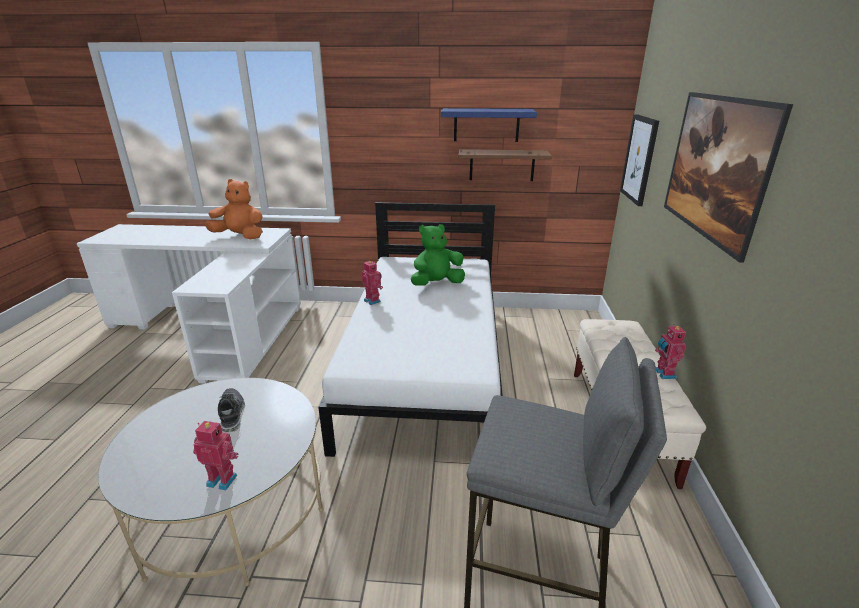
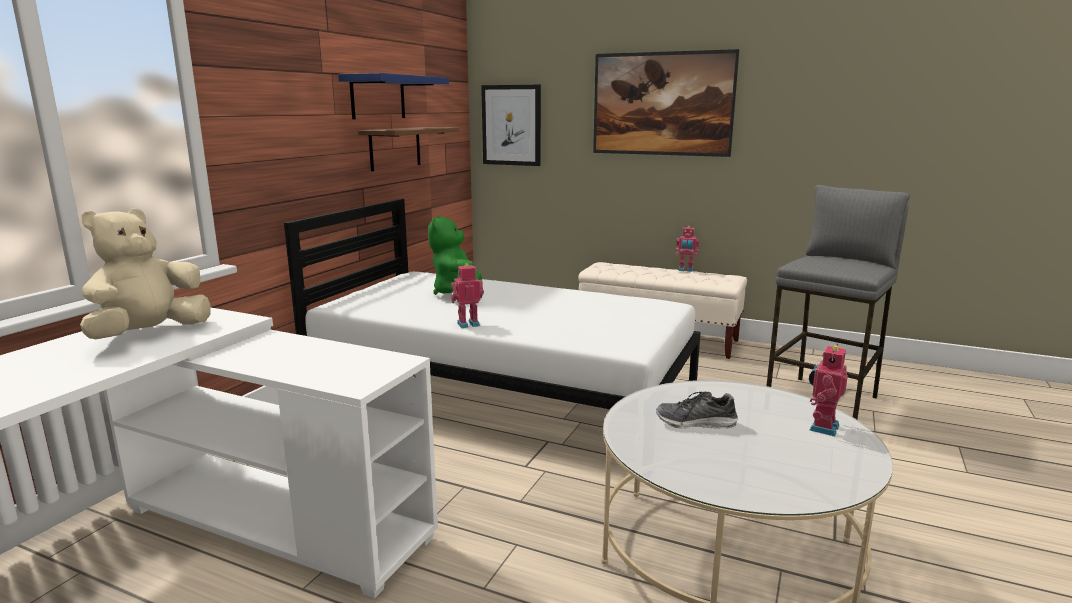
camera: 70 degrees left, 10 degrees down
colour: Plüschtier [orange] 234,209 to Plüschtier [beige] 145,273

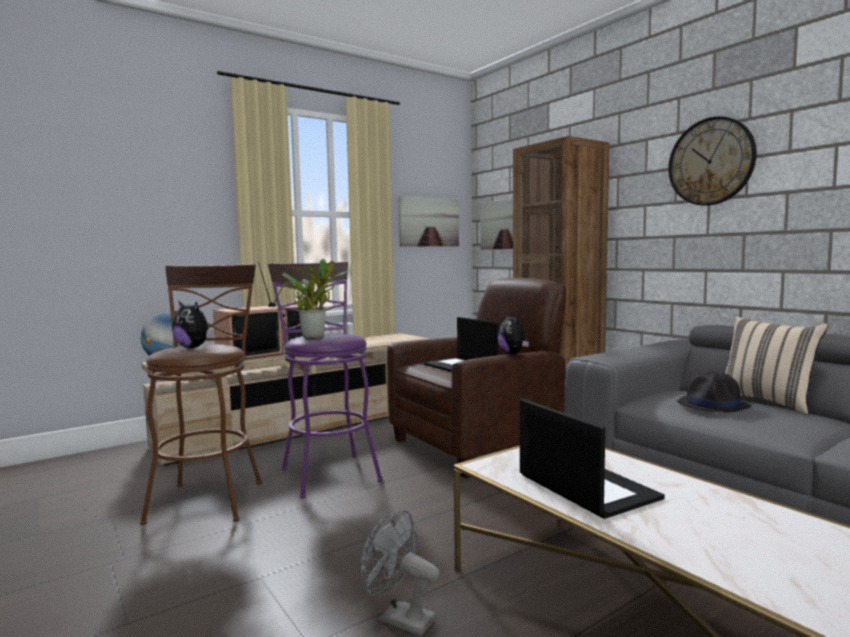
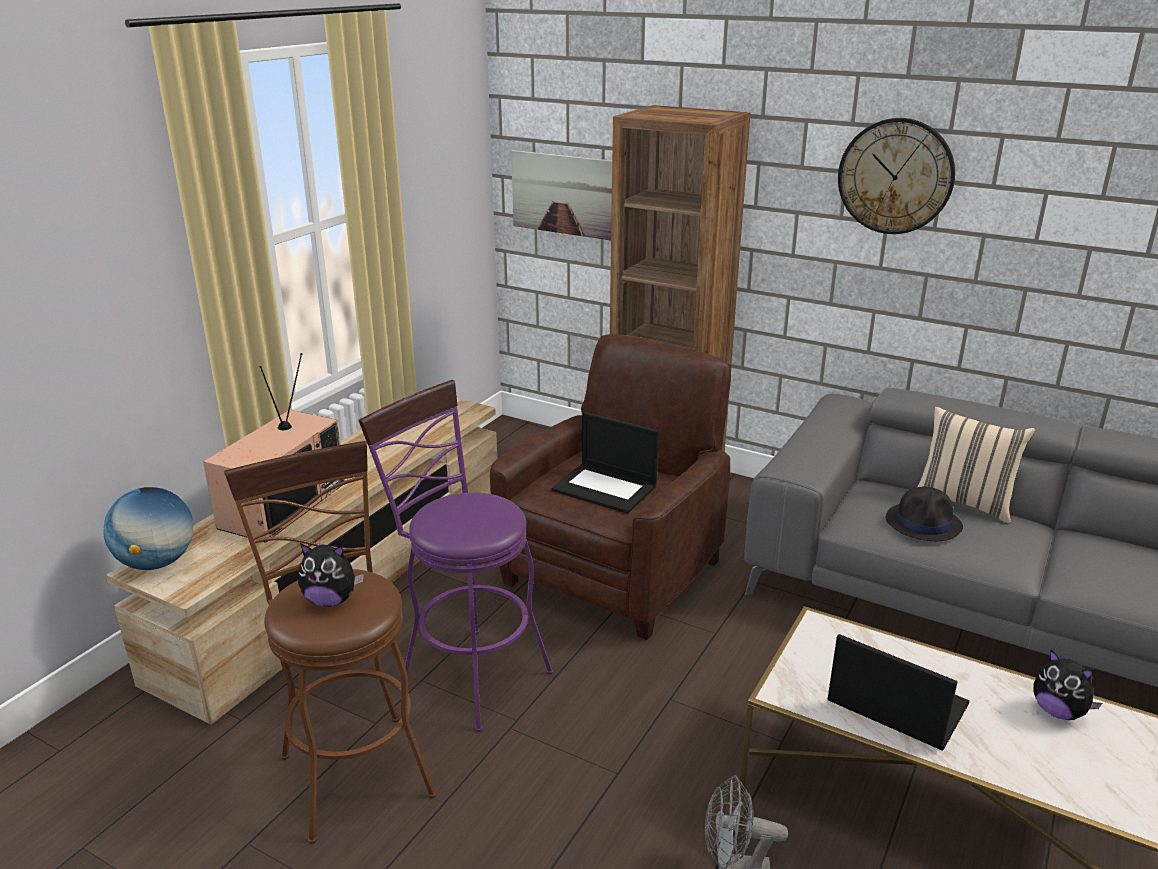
camera: 25 degrees left, 20 degrees up
missing: Topfpflanze 315,299; Bild 429,221
relocated: Plüschtier 513,334 to 1068,685

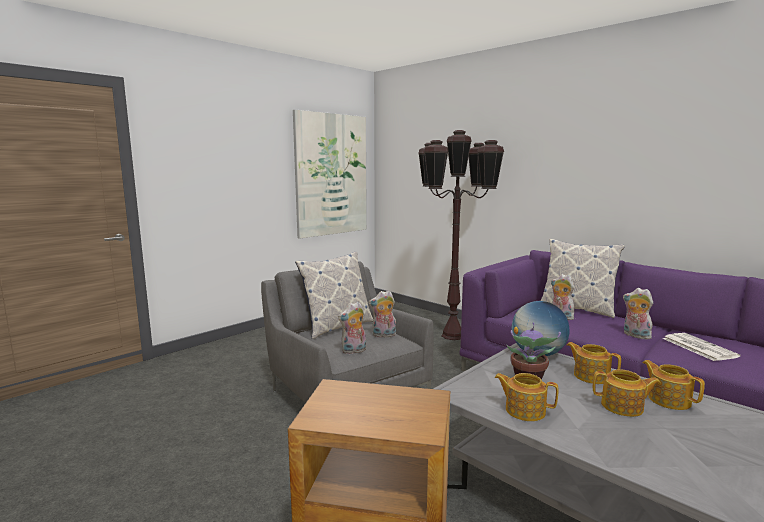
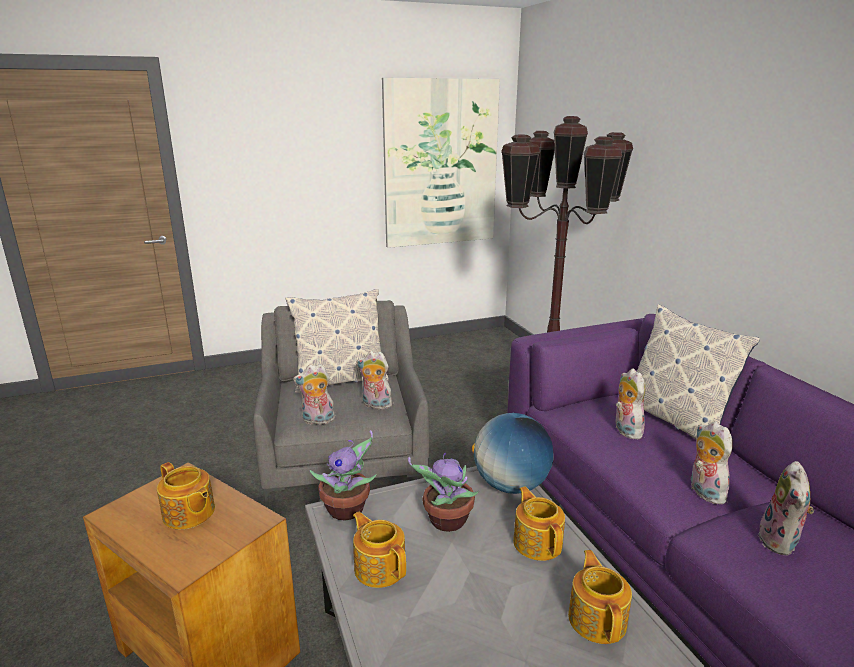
camera: 25 degrees right, 10 degrees up
appeared: Topfpflanze 343,475
relocated: Teekanne 627,393 to 186,496
exchanged: Zeitung 701,347 to Plüschtier 786,508

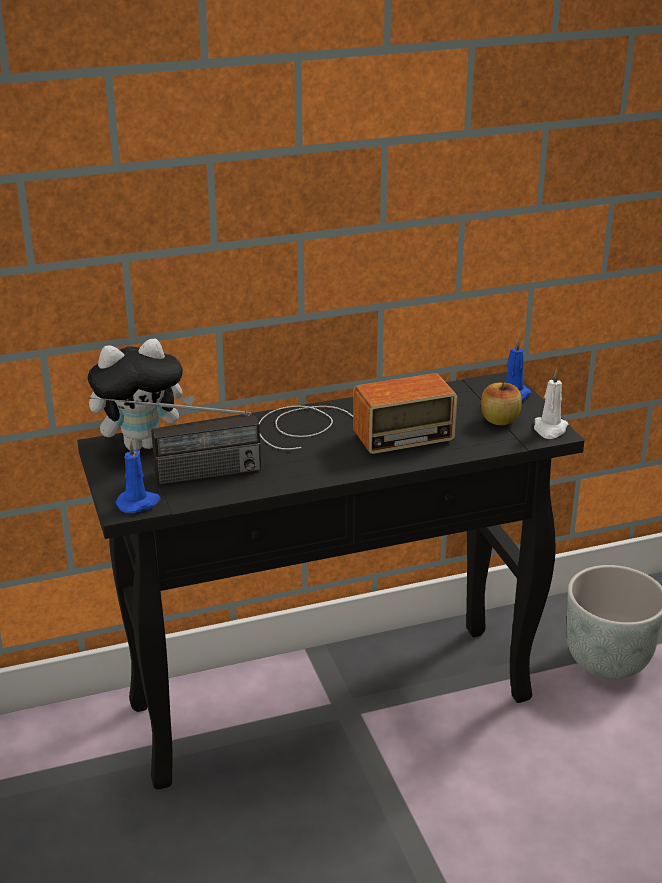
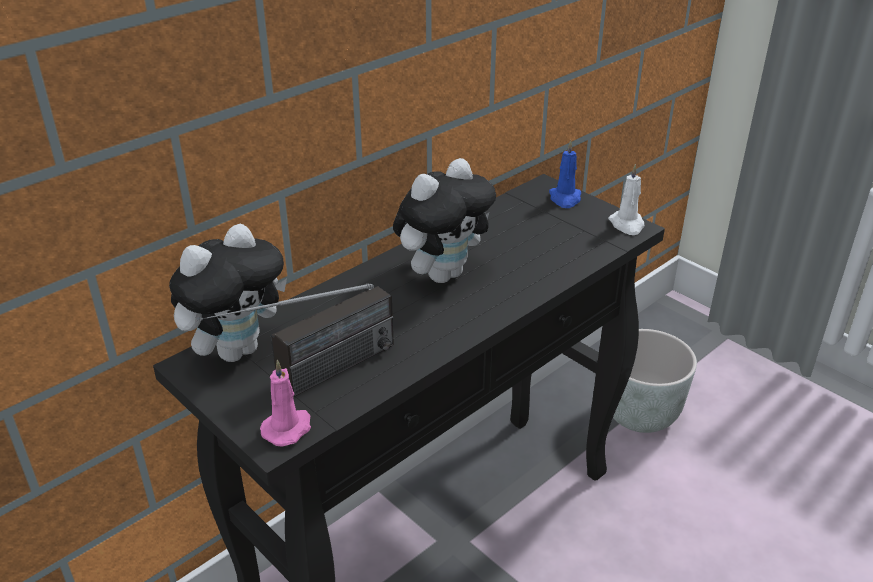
camera: 25 degrees left, 5 degrees up
missing: Apfel 501,402
exchanged: Radio 358,413 to Plüschtier 444,220
colour: Kerze [blau] 138,476 to Kerze [rosa] 285,403

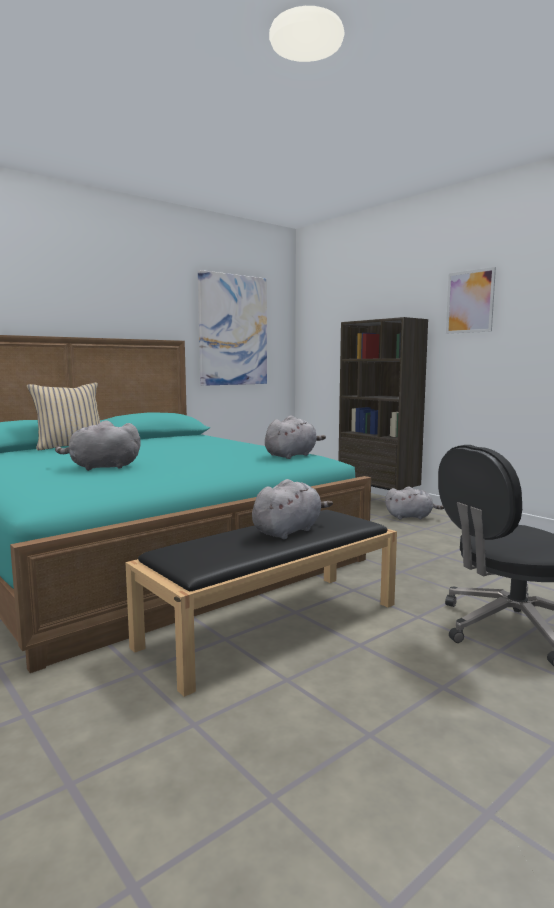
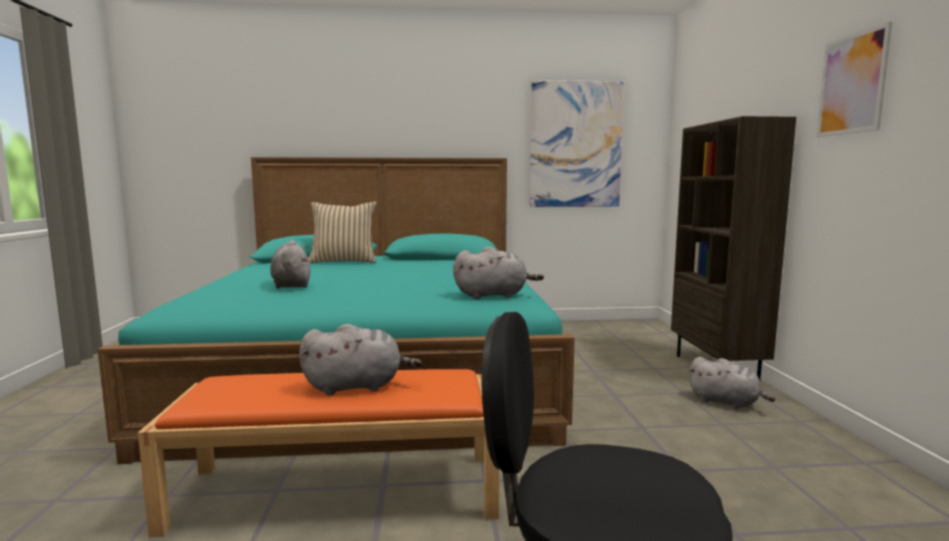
camera: 35 degrees right, 0 degrees up
colour: Bank [schwarz] 261,603 to Bank [orange] 318,453
spun: Plüschtier [grau] 97,445 = 290,264 45 degrees clockwise

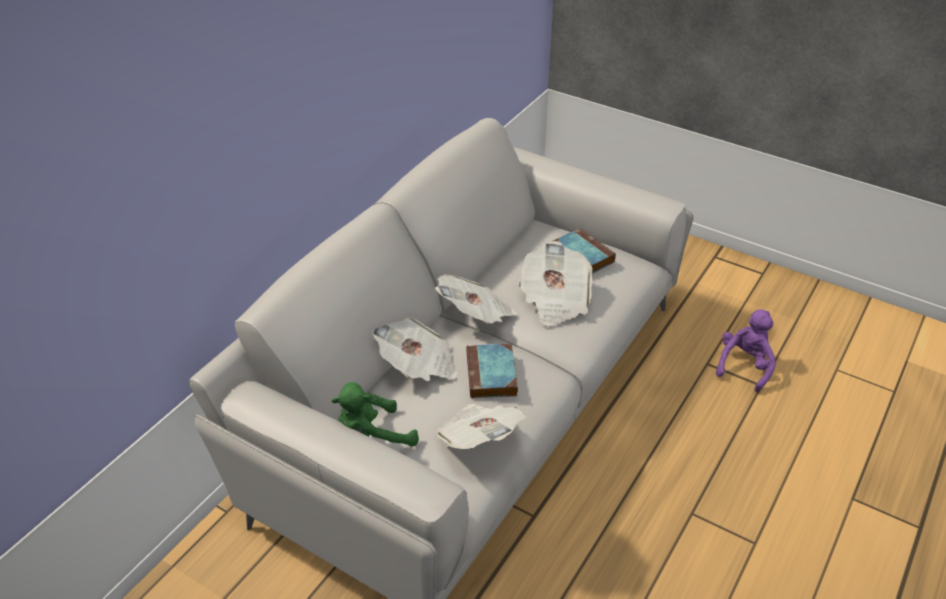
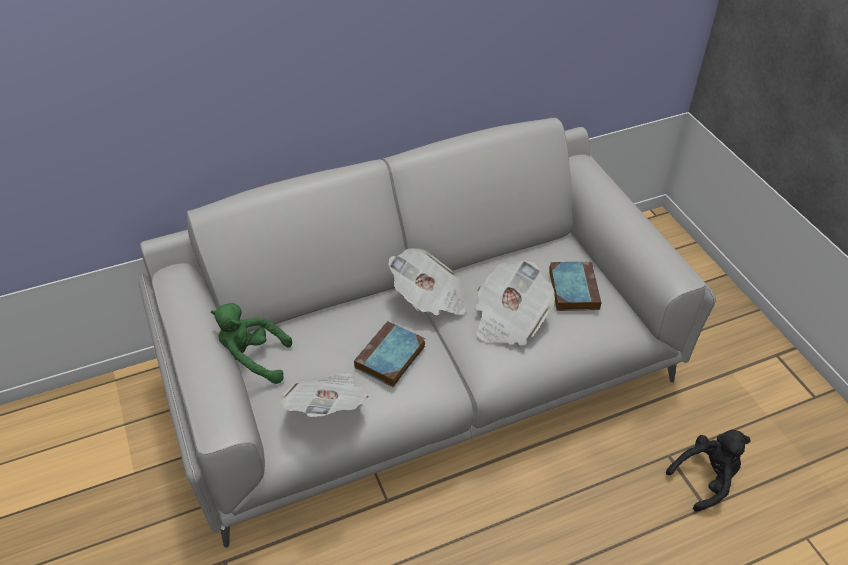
camera: 35 degrees right, 5 degrees up
missing: Zeitung 414,349
colour: Plüschtier [lila] 746,350 to Plüschtier [schwarz] 708,471

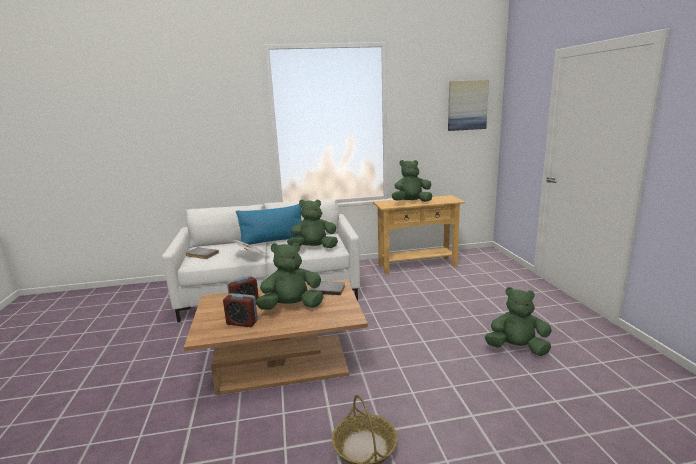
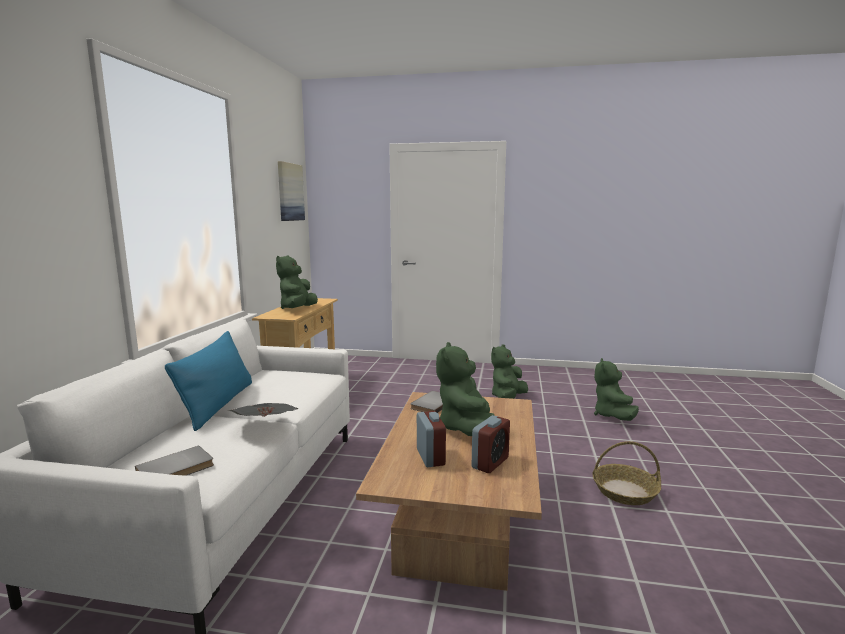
camera: 70 degrees left, 5 degrees down
relocated: Plüschtier [grün] 312,223 to 616,389

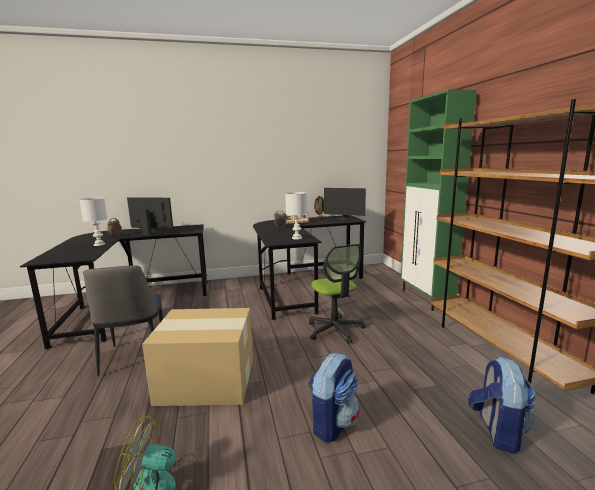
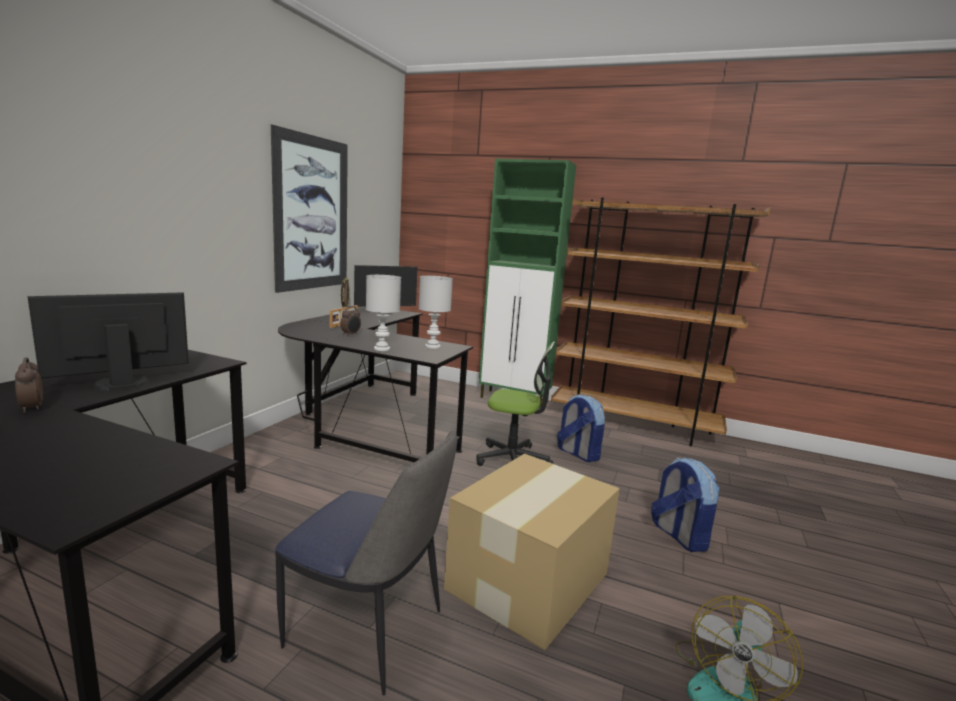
camera: 55 degrees left, 0 degrees up
appeared: Bild 309,209
relocated: Tischlampe [weiß] 93,221 to 383,313; Rucksack 502,405 to 581,428

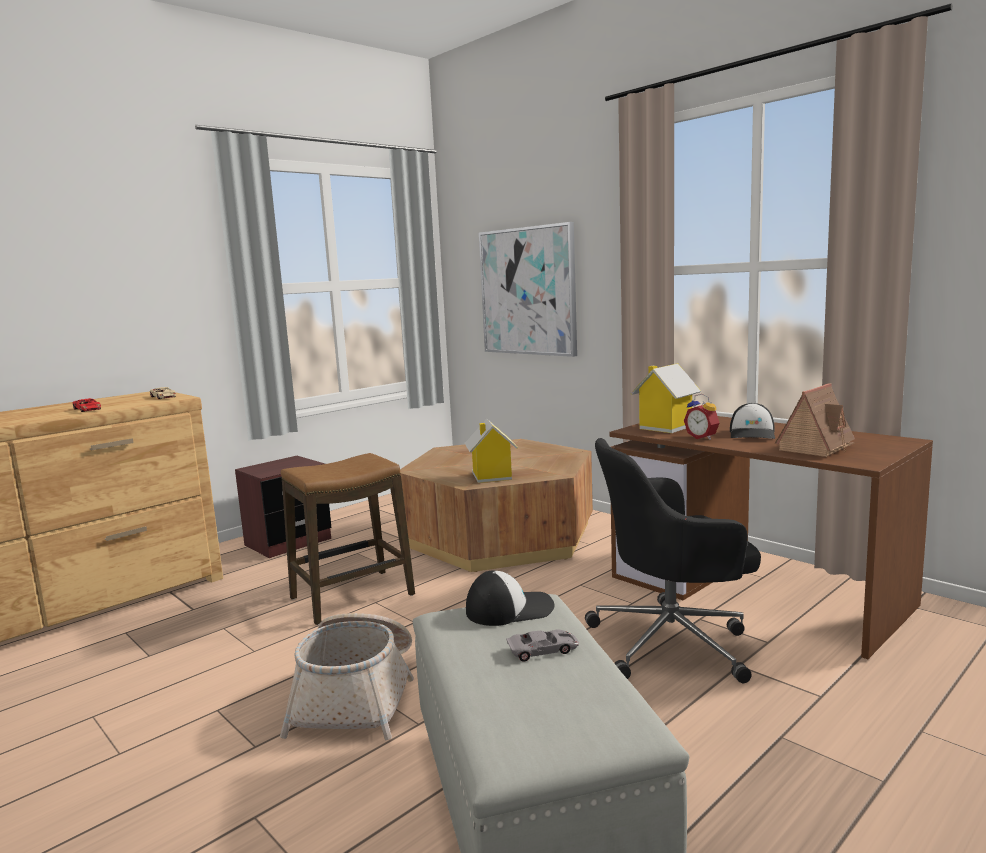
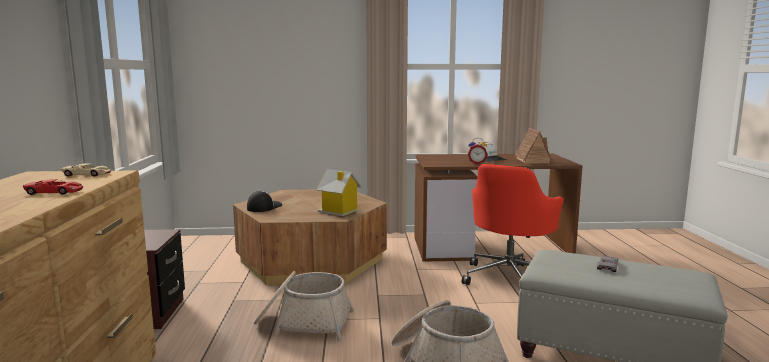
camera: 50 degrees left, 0 degrees up
missing: Bild 528,289; Spielzeughaus 666,398
relocated: Kappe 510,598 to 264,201
exchanged: Hocker 348,539 to Korb 304,306
colour: Bürostuhl [schwarz] 673,560 to Bürostuhl [rot] 513,224

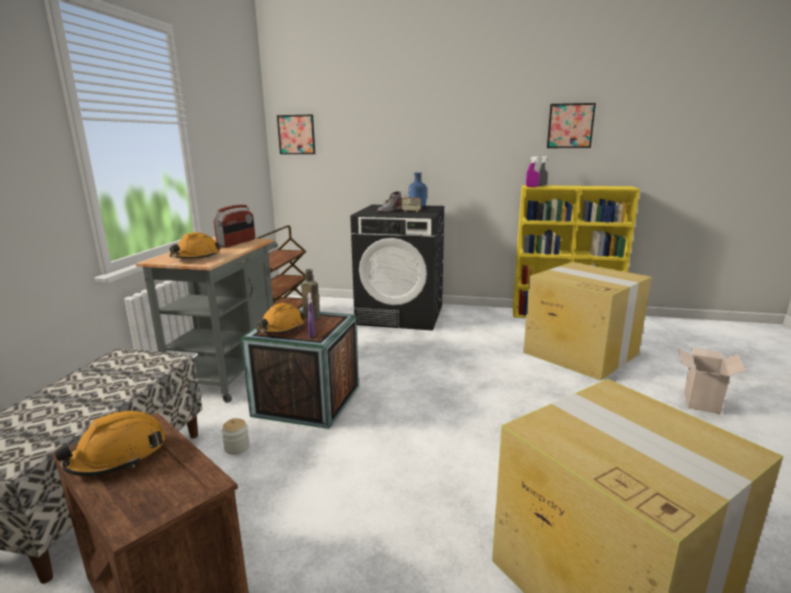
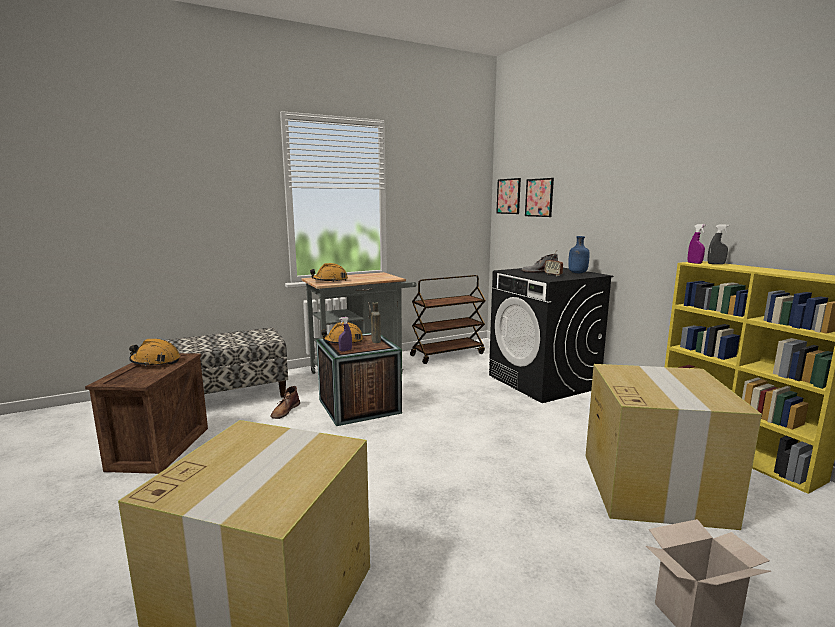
camera: 50 degrees right, 5 degrees down
missing: Radio 234,226
relocated: Bild 571,125 to 539,197
exchanged: Vorratsglas 236,436 to Stiefel [braun] 285,402

